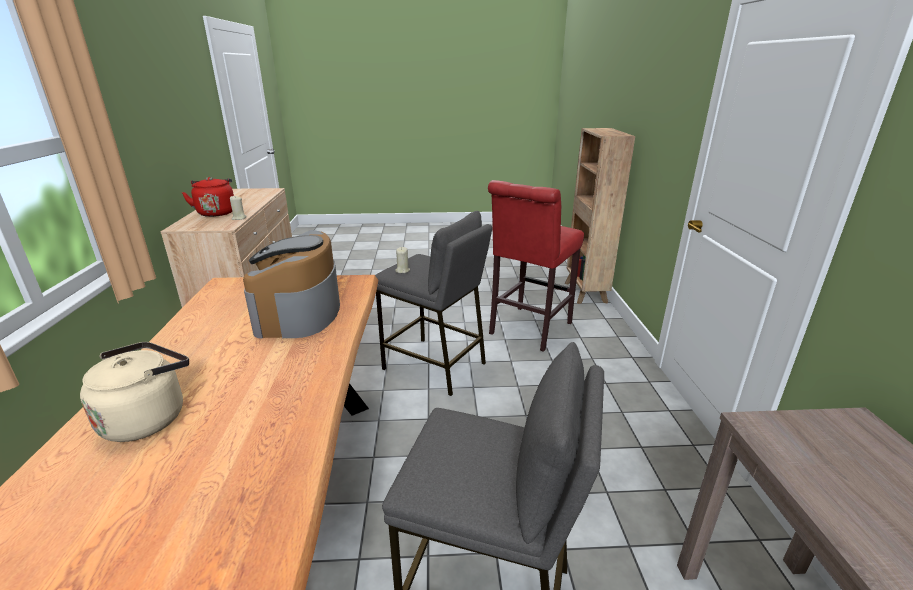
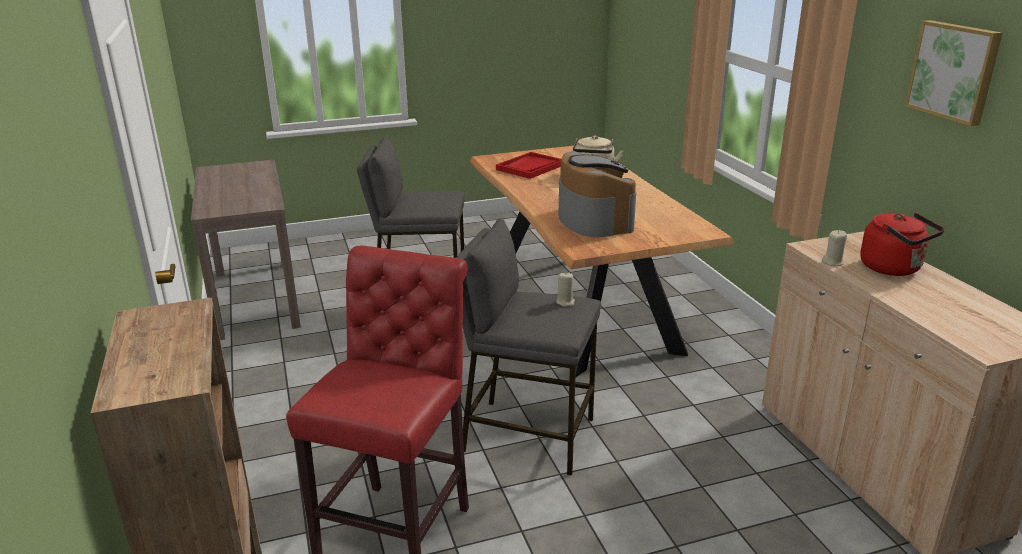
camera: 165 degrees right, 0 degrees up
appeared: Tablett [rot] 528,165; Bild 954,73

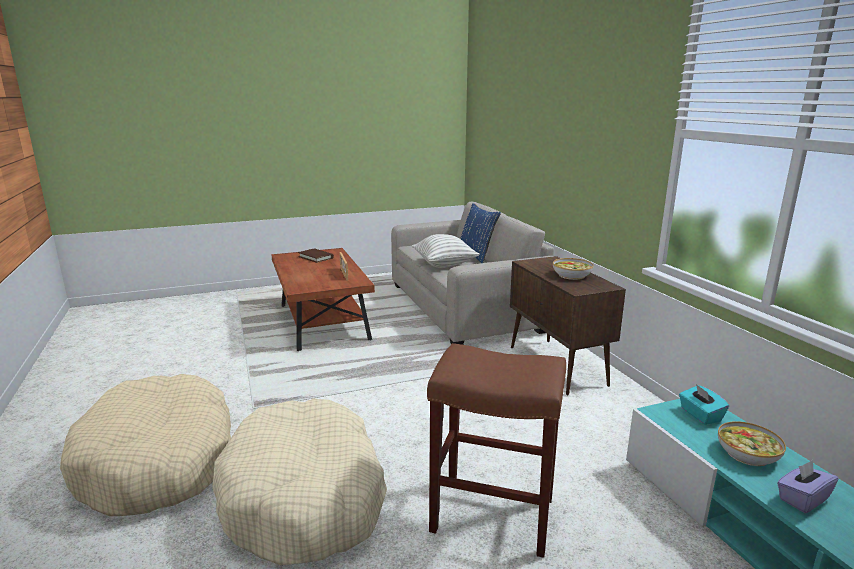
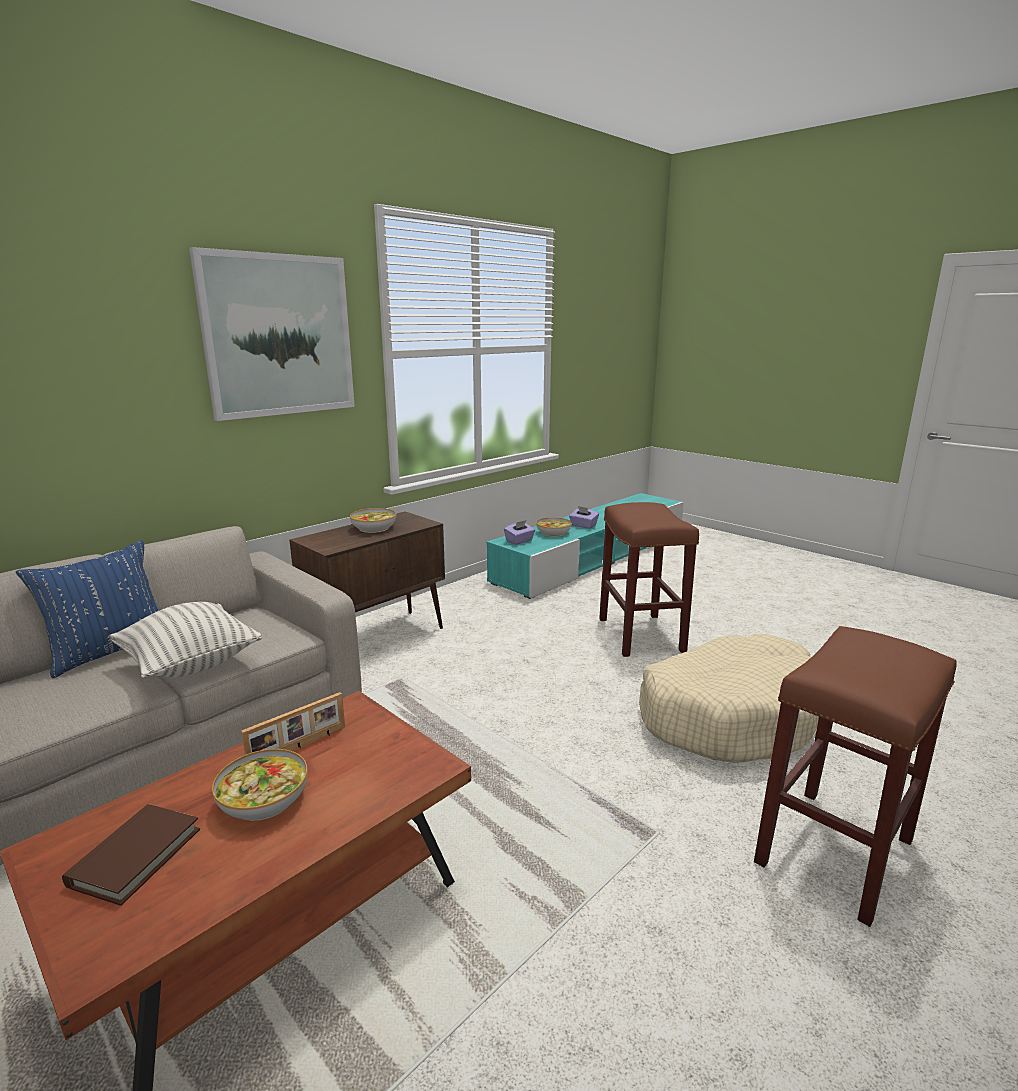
camera: 115 degrees left, 0 degrees up
appeared: Bild 272,334; Schüssel 260,785
exchanged: Hundebett [beige] 145,445 to Hocker [braun] 855,776
colour: Taschentuchbox [türkis] 704,404 to Taschentuchbox [lila] 519,532

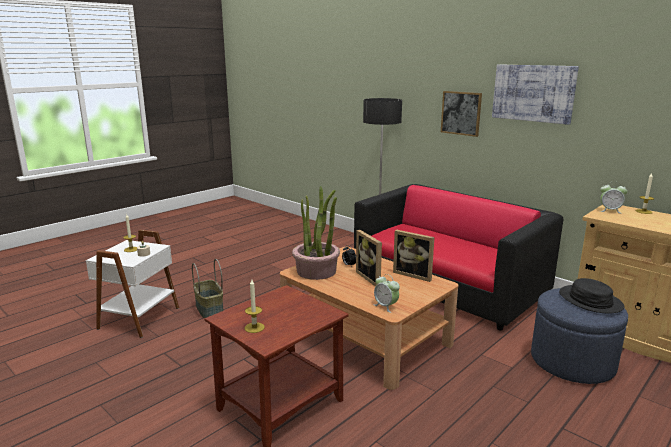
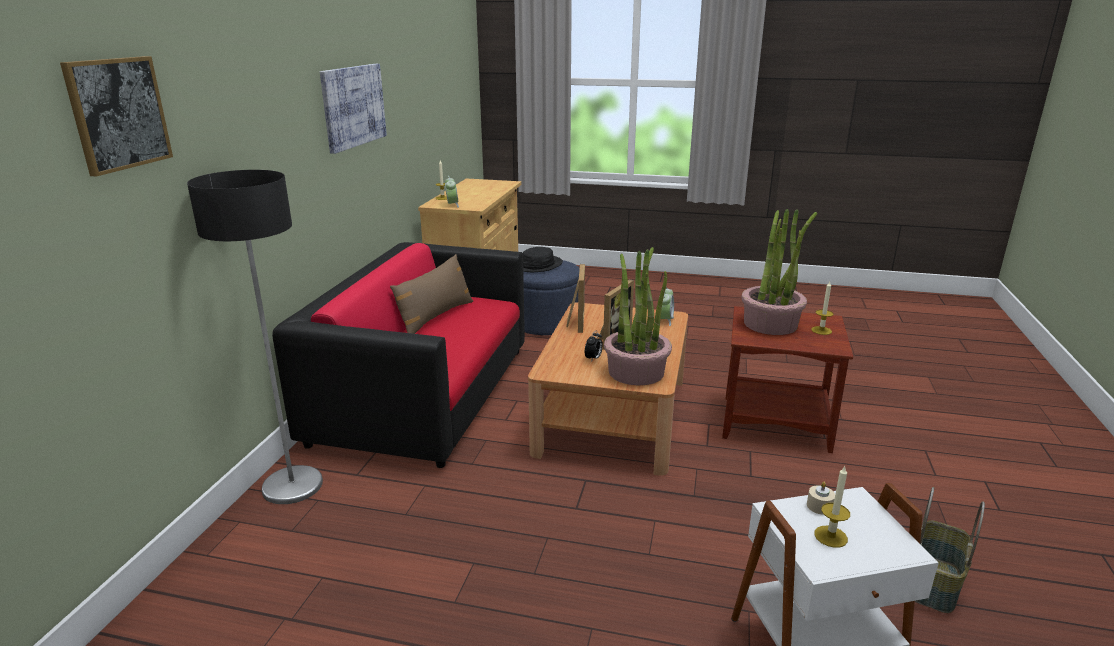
camera: 120 degrees left, 5 degrees up
appeared: Kissen [braun] 431,294; Topfpflanze 779,272
relocated: Korb 208,289 to 950,550; Bild 461,114 to 116,116

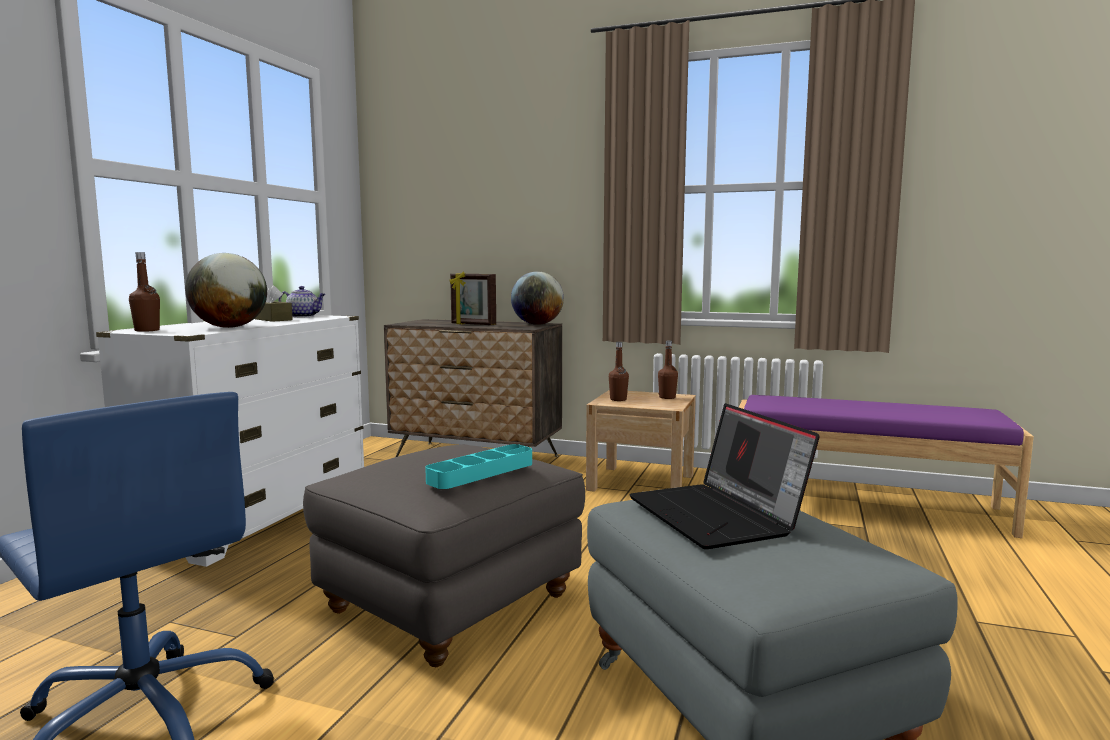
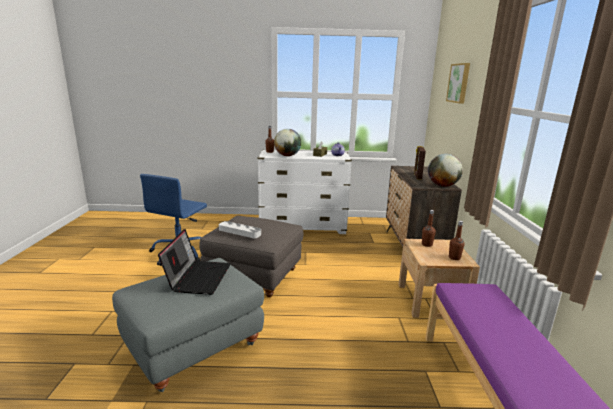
camera: 70 degrees right, 10 degrees up
appeared: Bild 458,83
colour: Tablett [türkis] 478,466 to Tablett [grau] 240,229
spun: Laptop 724,476 = 194,262 135 degrees clockwise

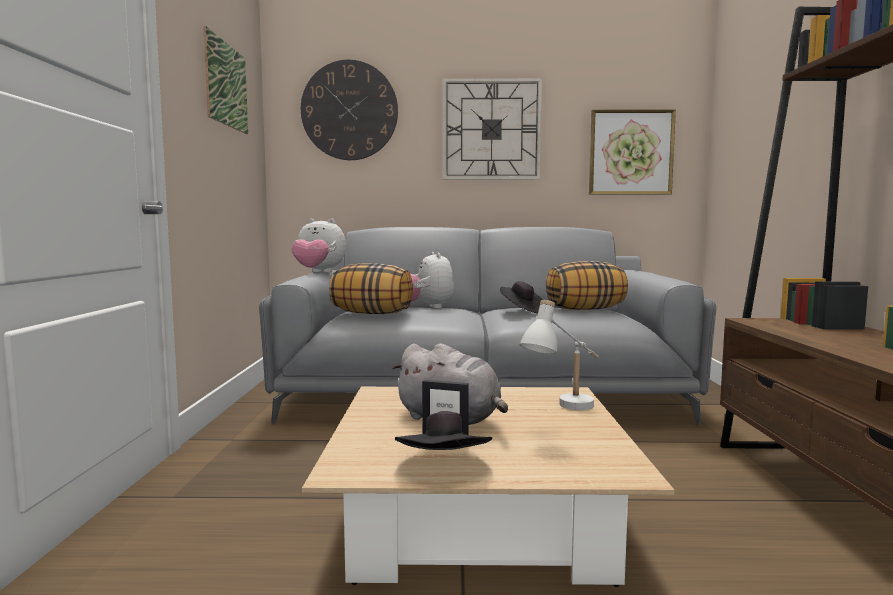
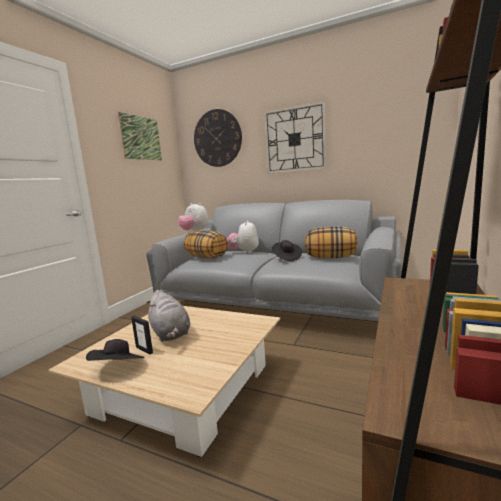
camera: 25 degrees right, 5 degrees up
missing: Tischlampe [weiß] 559,355; Bild 632,152

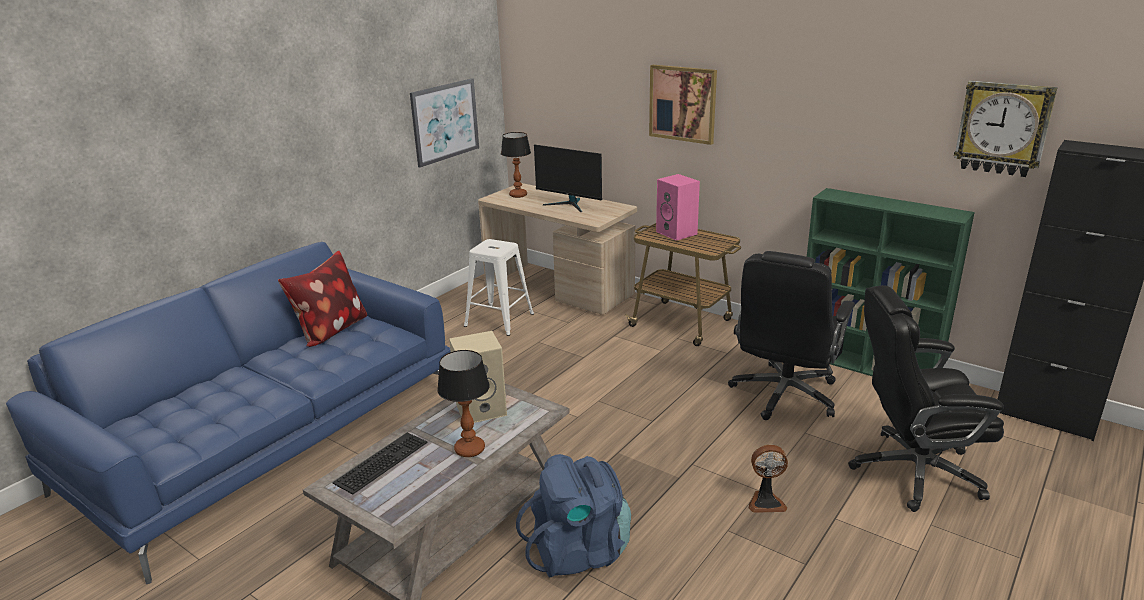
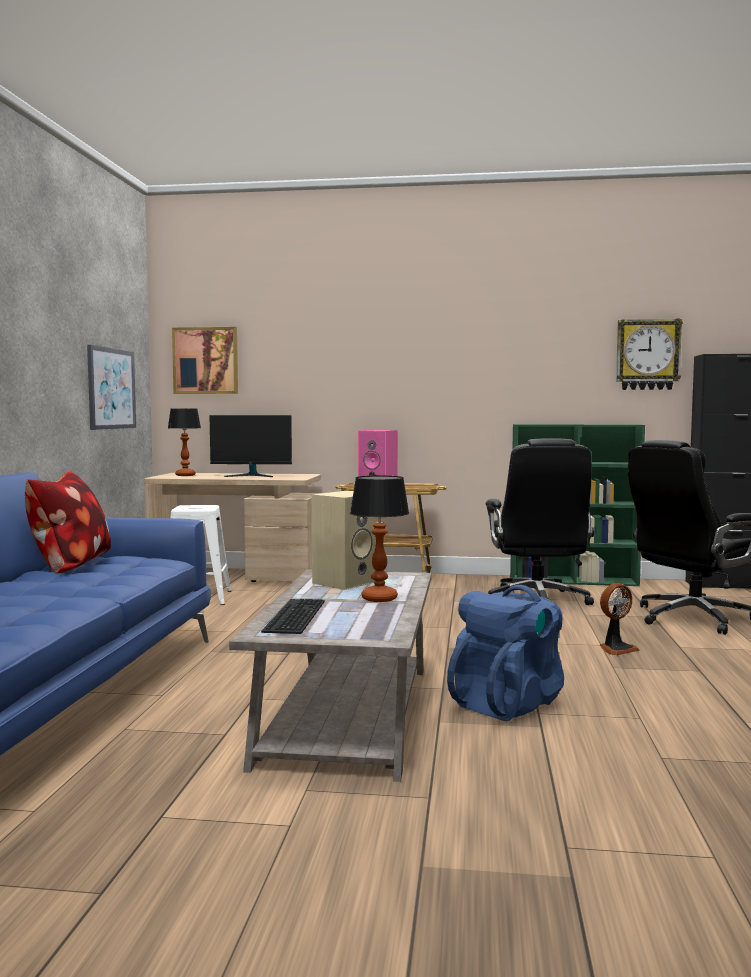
camera: 30 degrees left, 20 degrees down
relocated: Bild 683,105 to 205,360

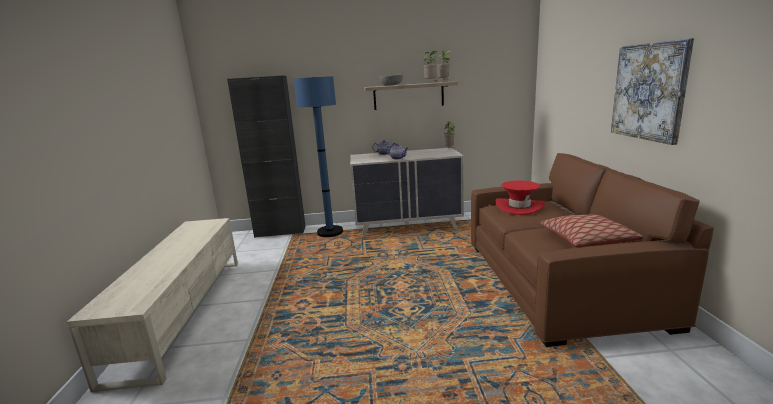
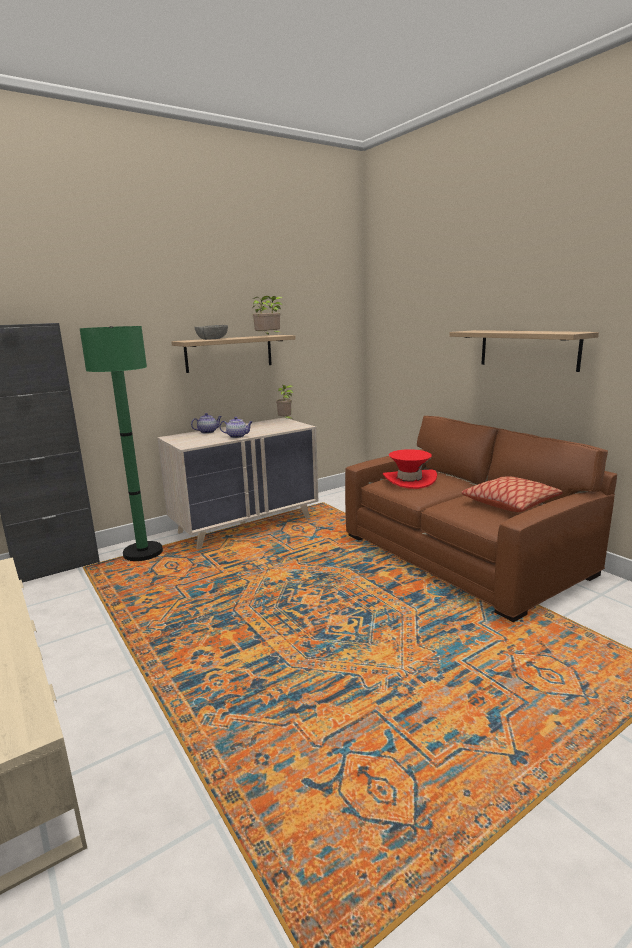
camera: 30 degrees left, 0 degrees up
exchanged: Bild 652,91 to Wandregal 524,351
colour: Stehlampe [blau] 318,156 to Stehlampe [grün] 121,443

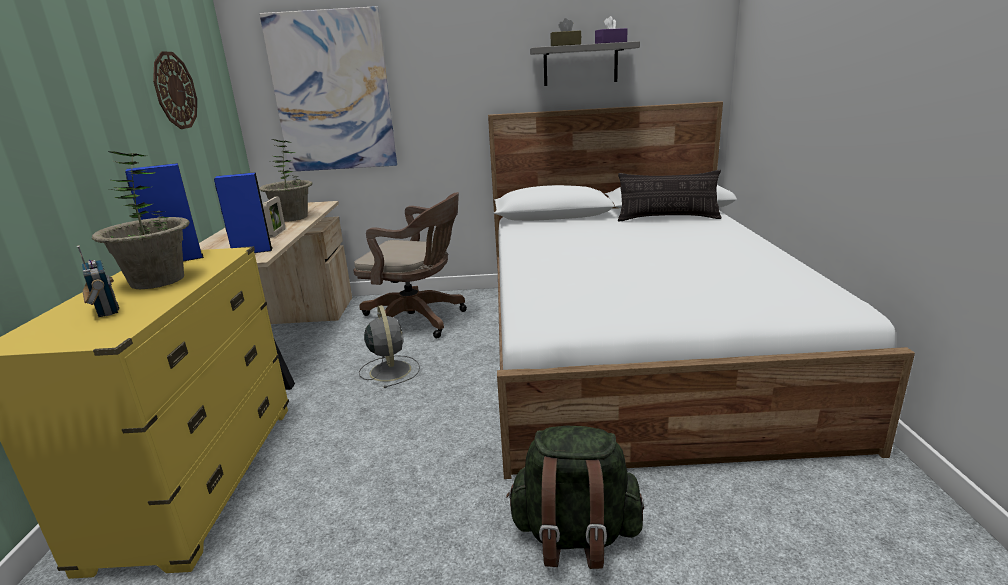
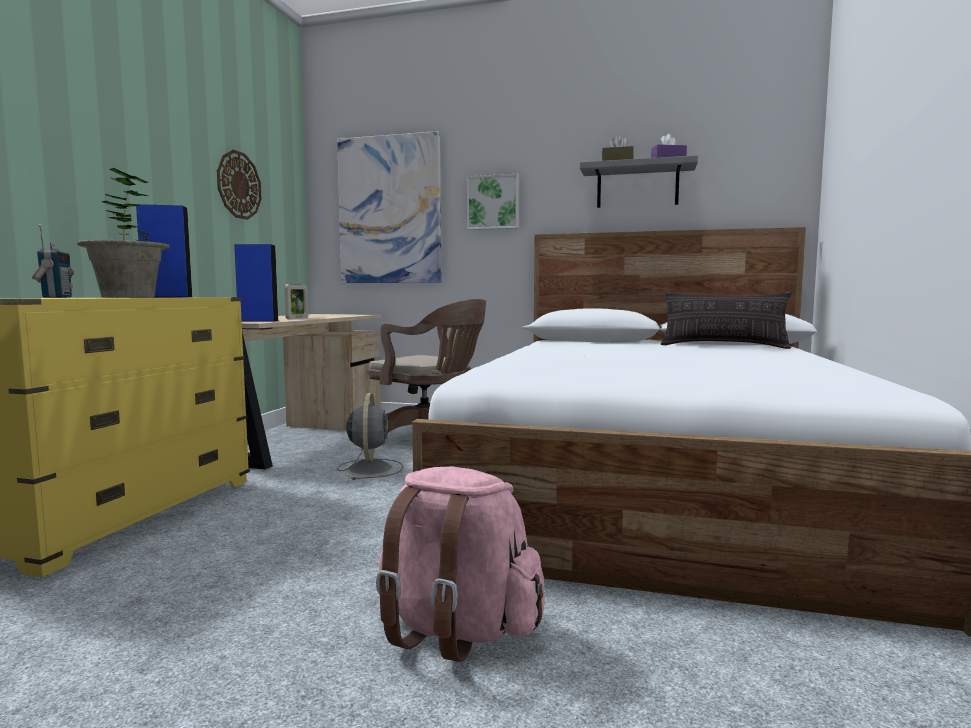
camera: 15 degrees right, 15 degrees down
missing: Topfpflanze 286,180
appeared: Bild 493,202
colour: Rucksack [grün] 575,497 to Rucksack [rosa] 460,564

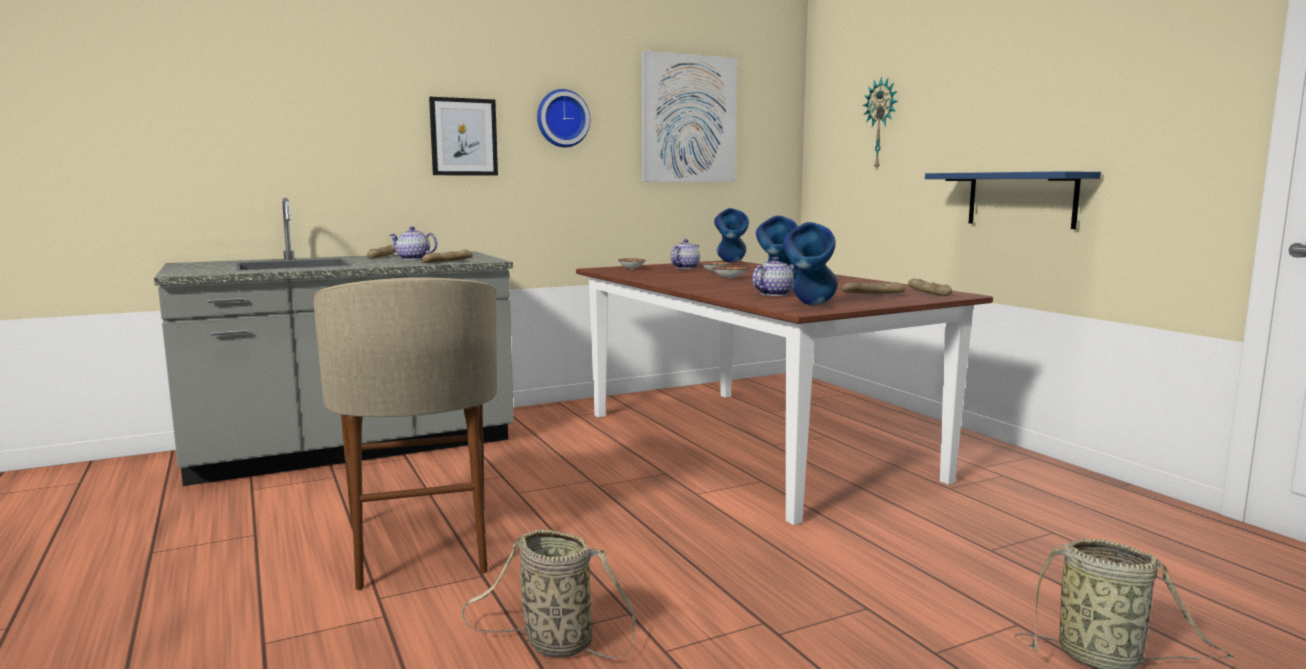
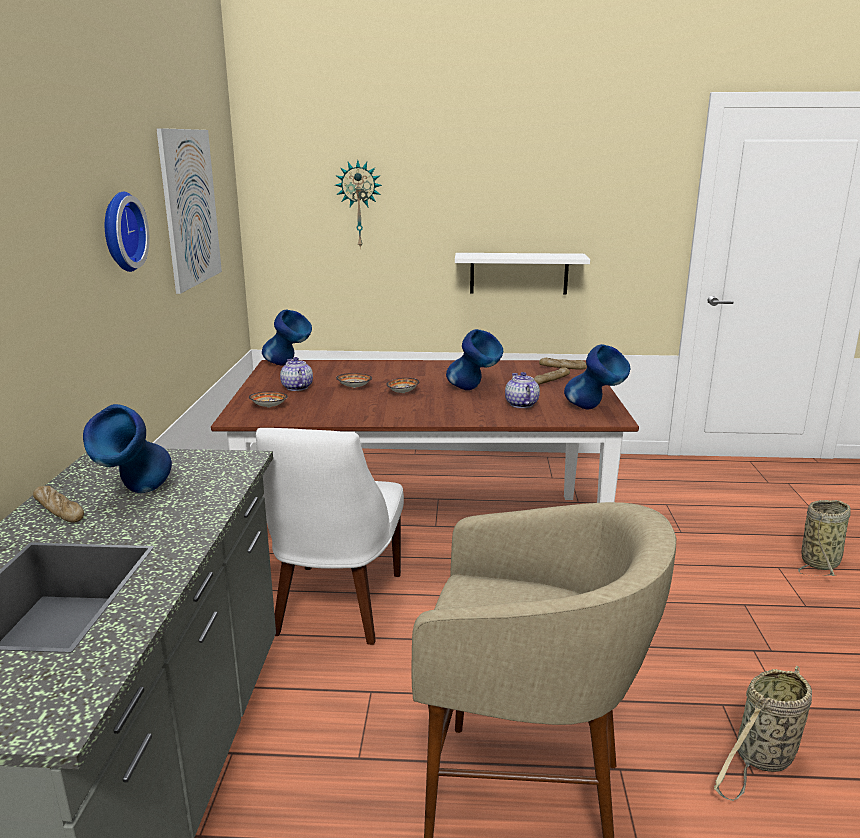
camera: 60 degrees left, 10 degrees up
missing: Brot 447,256; Bild 463,136
appeared: Stuhl [weiß] 330,536
exchanged: Teekanne 413,243 to Vase [blau] 127,448
colour: Wandregal [blau] 1013,200 to Wandregal [weiß] 522,274

